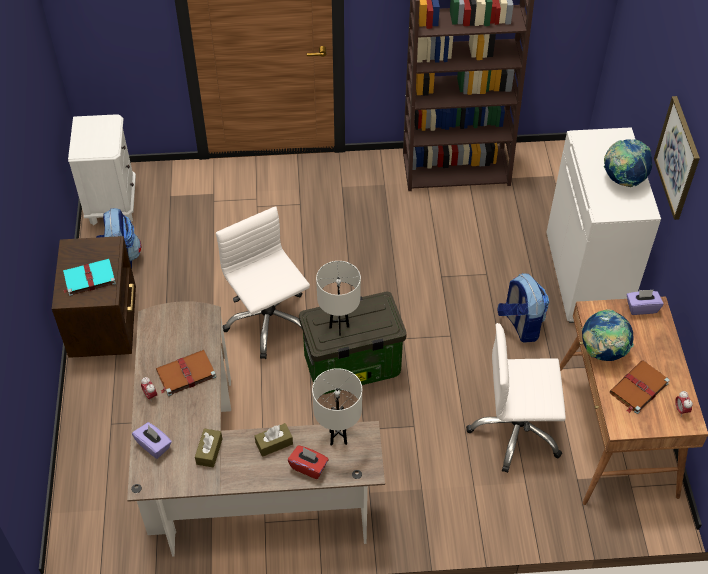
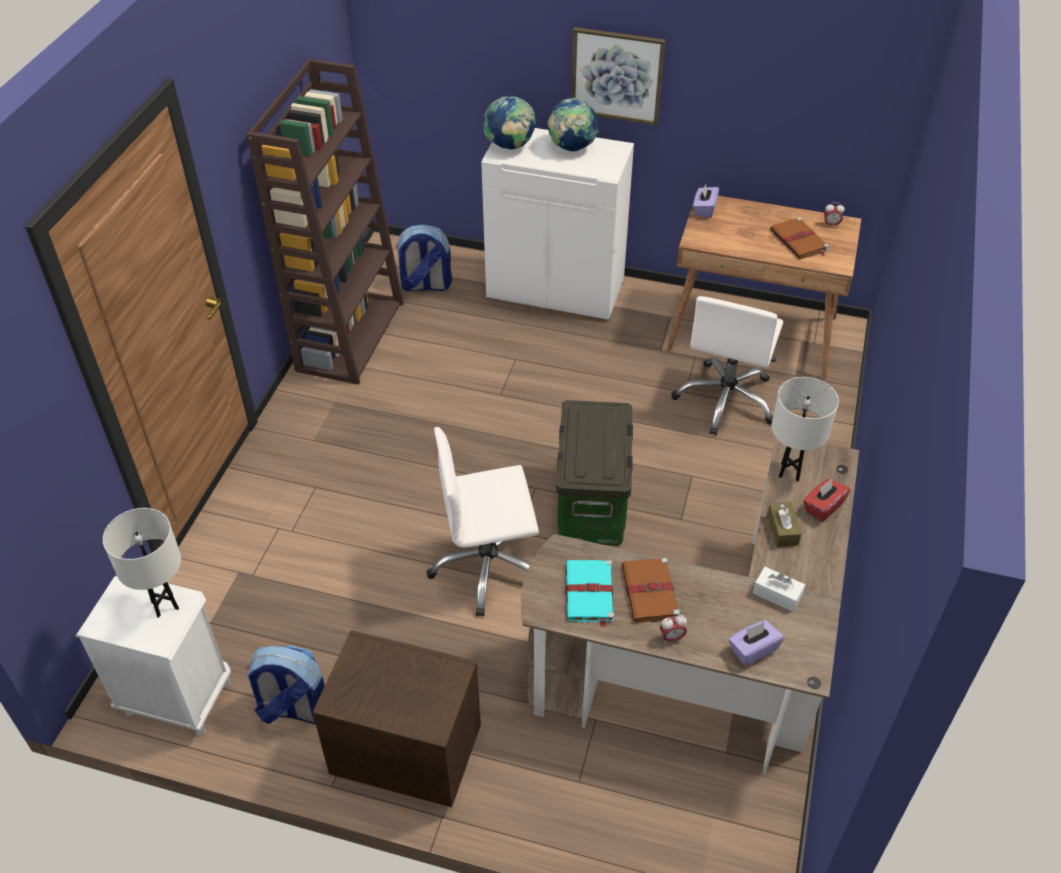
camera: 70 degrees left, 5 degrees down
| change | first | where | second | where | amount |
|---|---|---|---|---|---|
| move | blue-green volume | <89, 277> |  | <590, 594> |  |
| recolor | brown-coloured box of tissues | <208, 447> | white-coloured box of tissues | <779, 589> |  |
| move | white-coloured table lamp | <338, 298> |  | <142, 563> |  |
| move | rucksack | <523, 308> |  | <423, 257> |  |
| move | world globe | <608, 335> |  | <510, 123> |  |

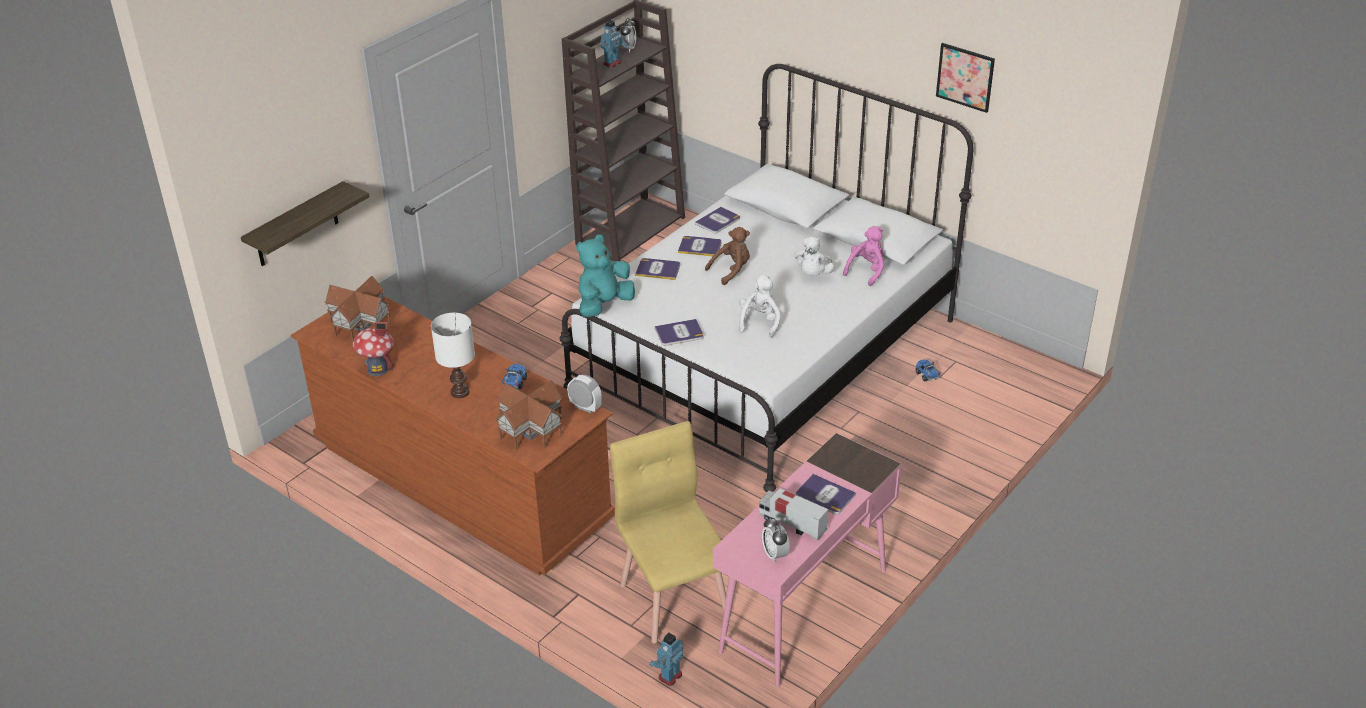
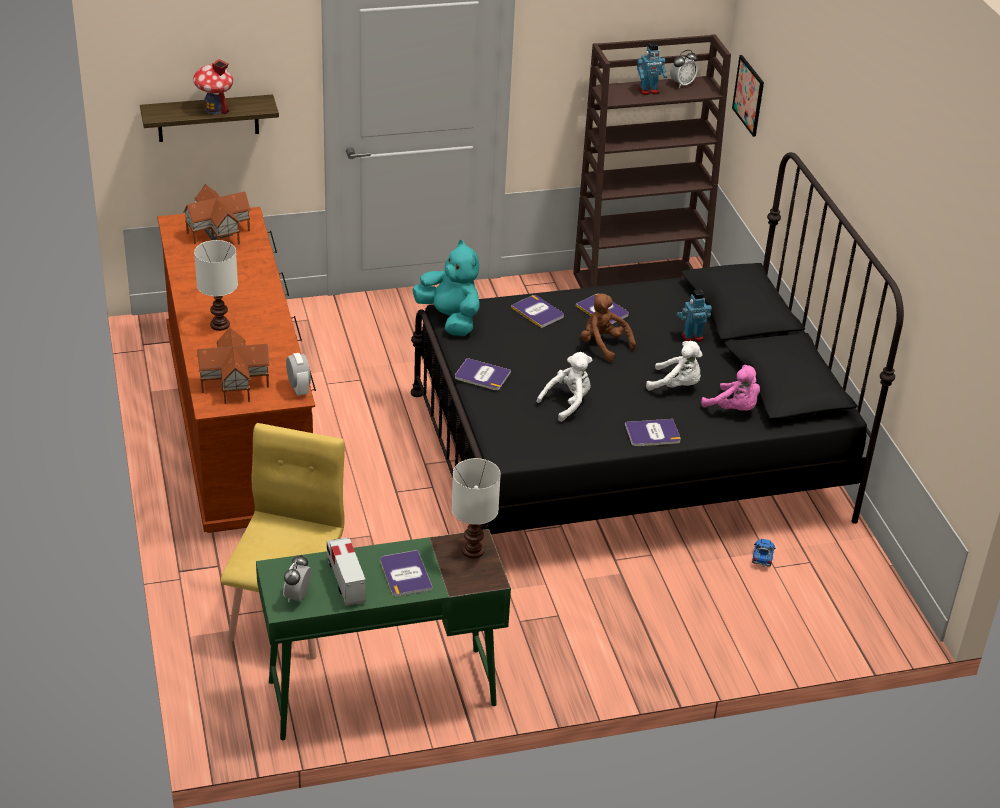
camera: 35 degrees right, 0 degrees up
| change | first | where | second | where | amount |
|---|---|---|---|---|---|
| move | model house | <373, 349> |  | <213, 86> |  |
| delete | toy truck | <514, 376> |  |  |  |
| recolor | white-coloured sleeping bed | <766, 278> | blackish sleeping bed | <657, 343> |  |
| rotate | blue-green plush toy | <605, 276> |  | <446, 288> | 60 degrees clockwise |
| move | model robot | <666, 659> |  | <694, 316> |  |
| move | volume | <717, 220> |  | <653, 432> |  |
| rotate | brown-coloured plush toy | <727, 256> |  | <608, 327> | 135 degrees counterclockwise |
| recolor | pink-coloured desk table | <807, 560> | green desk table | <383, 634> |  |
| rotate | white-coloured plush toy | <814, 256> |  | <674, 366> | 120 degrees counterclockwise |
| rotate | pink-coloured plush toy | <863, 256> |  | <730, 388> | 60 degrees clockwise |
| move | wall picture | <965, 78> |  | <748, 96> |  |
| insert |  |  | white-coloured table lamp | <476, 508> |  |

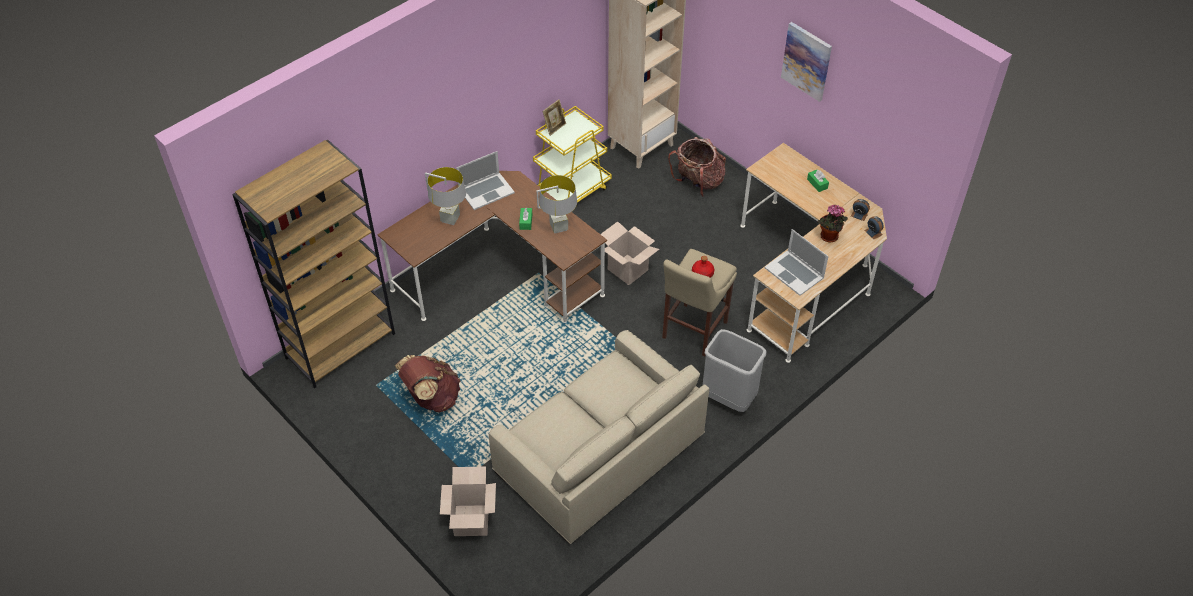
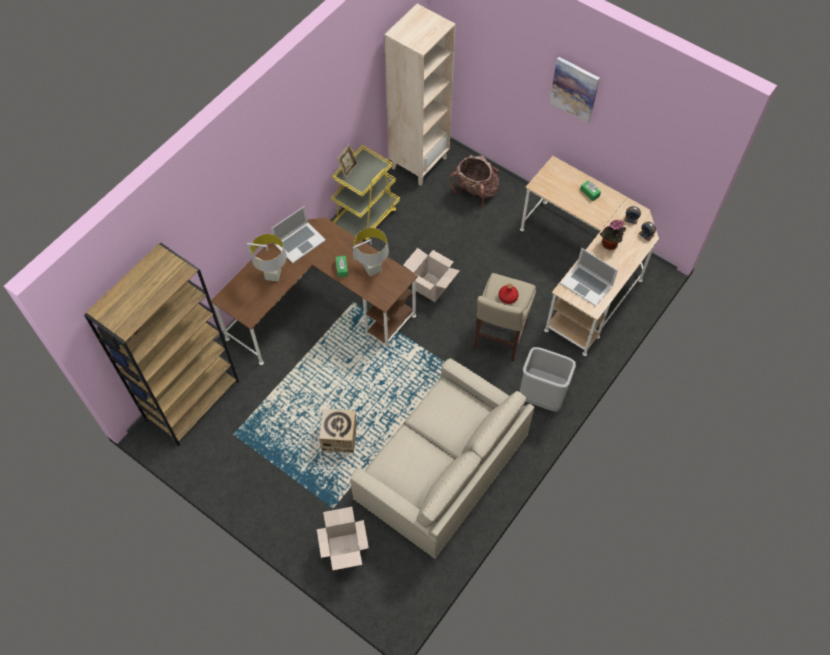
camera: 10 degrees left, 10 degrees up
| change | first | where | second | where | amount |
|---|---|---|---|---|---|
| delete | brown-coloured rucksack | <427, 383> |  |  |  |
| insert |  |  | cardboard box | <338, 431> |  |

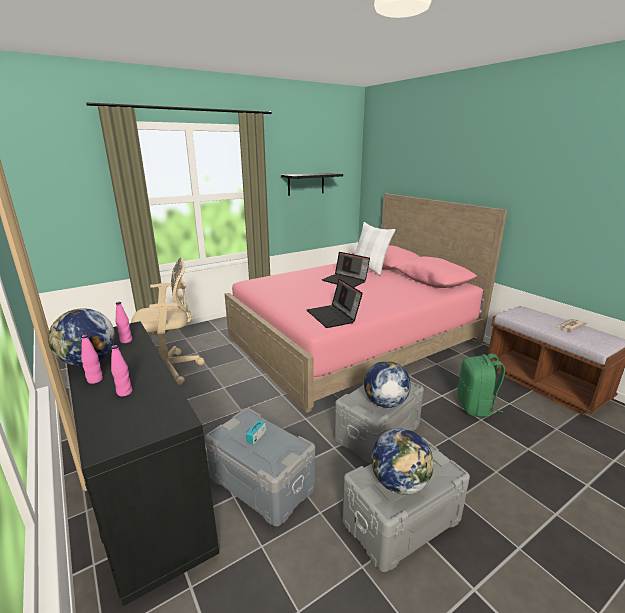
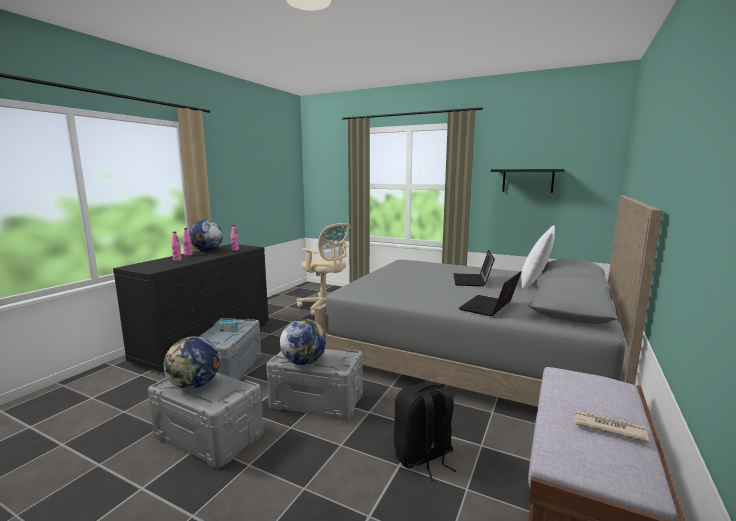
camera: 60 degrees right, 10 degrees down
| change | first | where | second | where | amount |
|---|---|---|---|---|---|
| recolor | pink-coloured sleeping bed | <366, 303> | gray sleeping bed | <488, 301> |  |
| move | notebook computer | <335, 303> |  | <490, 293> |  |
| recolor | green rucksack | <481, 385> | blackish rucksack | <425, 431> |  |

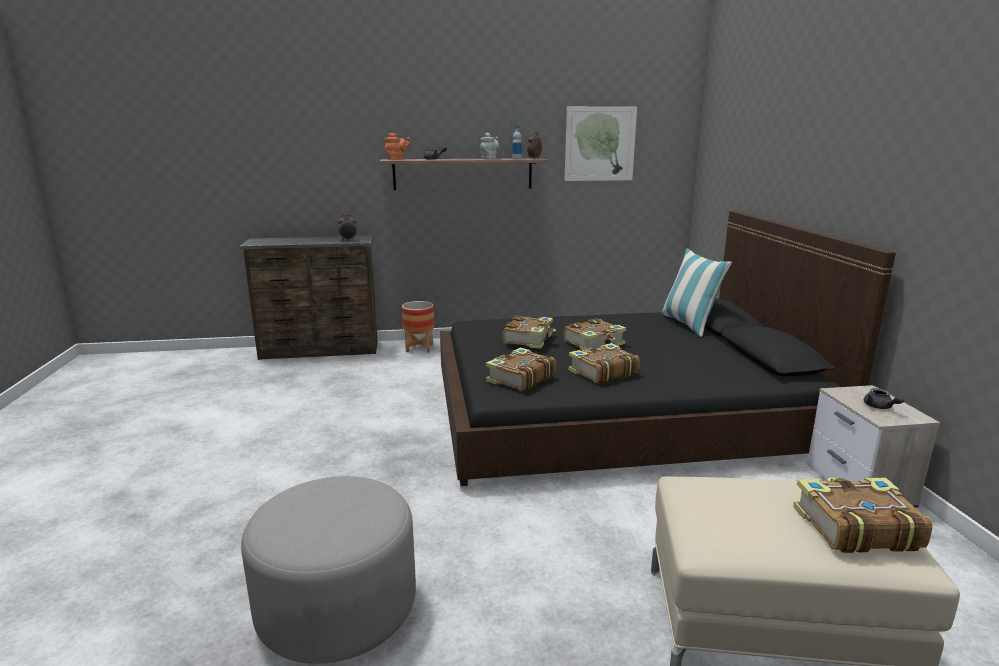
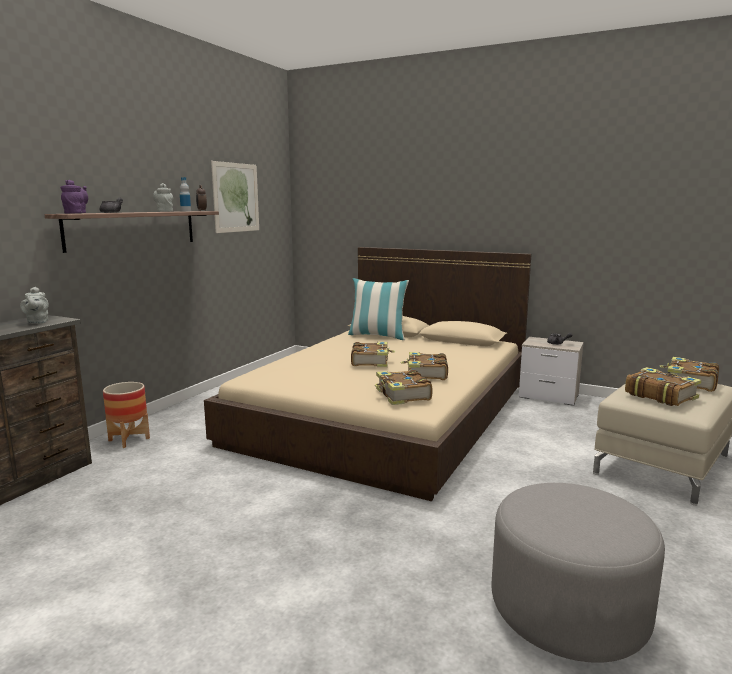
camera: 55 degrees left, 5 degrees down
| change | first | where | second | where | amount |
|---|---|---|---|---|---|
| replace | table clock | <347, 227> | gray tea pot | <34, 305> |  |
| recolor | orange-coloured tea pot | <398, 146> | purplish tea pot | <74, 197> |  |
| recolor | blackish sleeping bed | <668, 348> | beige-coloured sleeping bed | <367, 374> |  |
| move | volume | <529, 332> |  | <663, 386> |  |

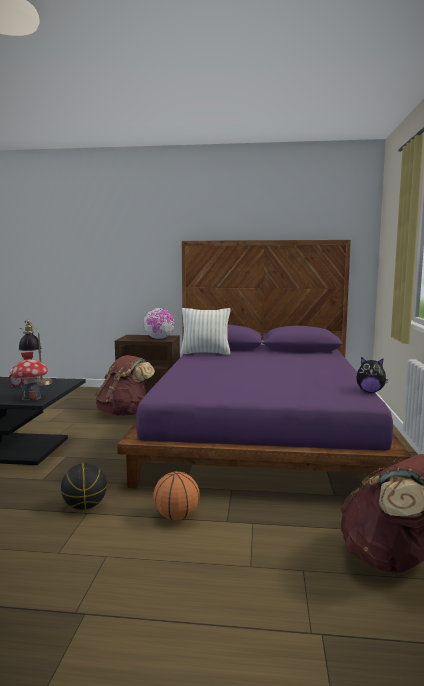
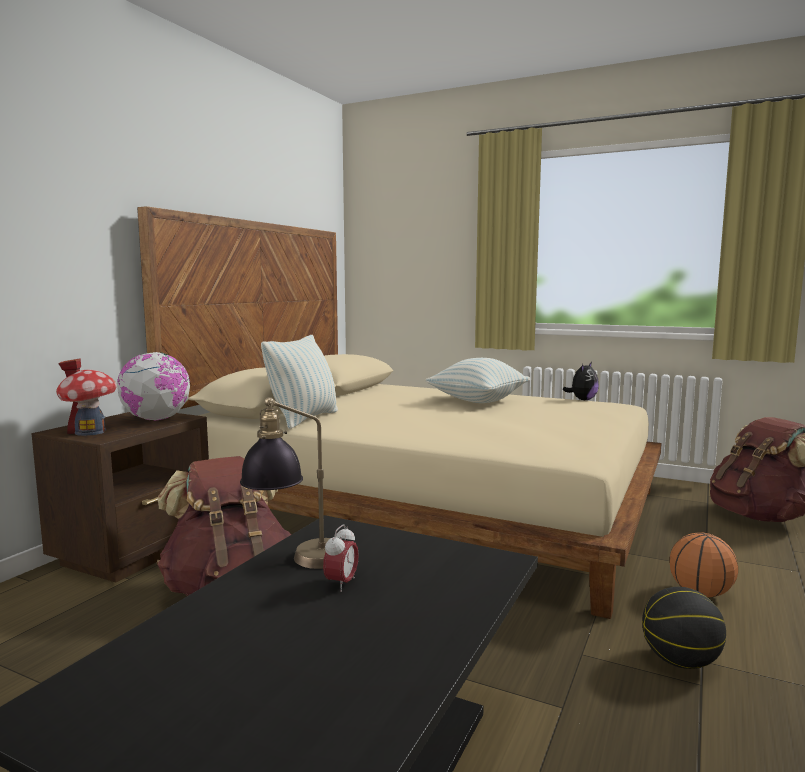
camera: 70 degrees left, 0 degrees up
| change | first | where | second | where | amount |
|---|---|---|---|---|---|
| move | model house | <29, 376> |  | <86, 397> |  |
| recolor | purplish sleeping bed | <264, 364> | beige-coloured sleeping bed | <399, 412> |  |
| insert |  |  | throw pillow | <477, 380> |  |

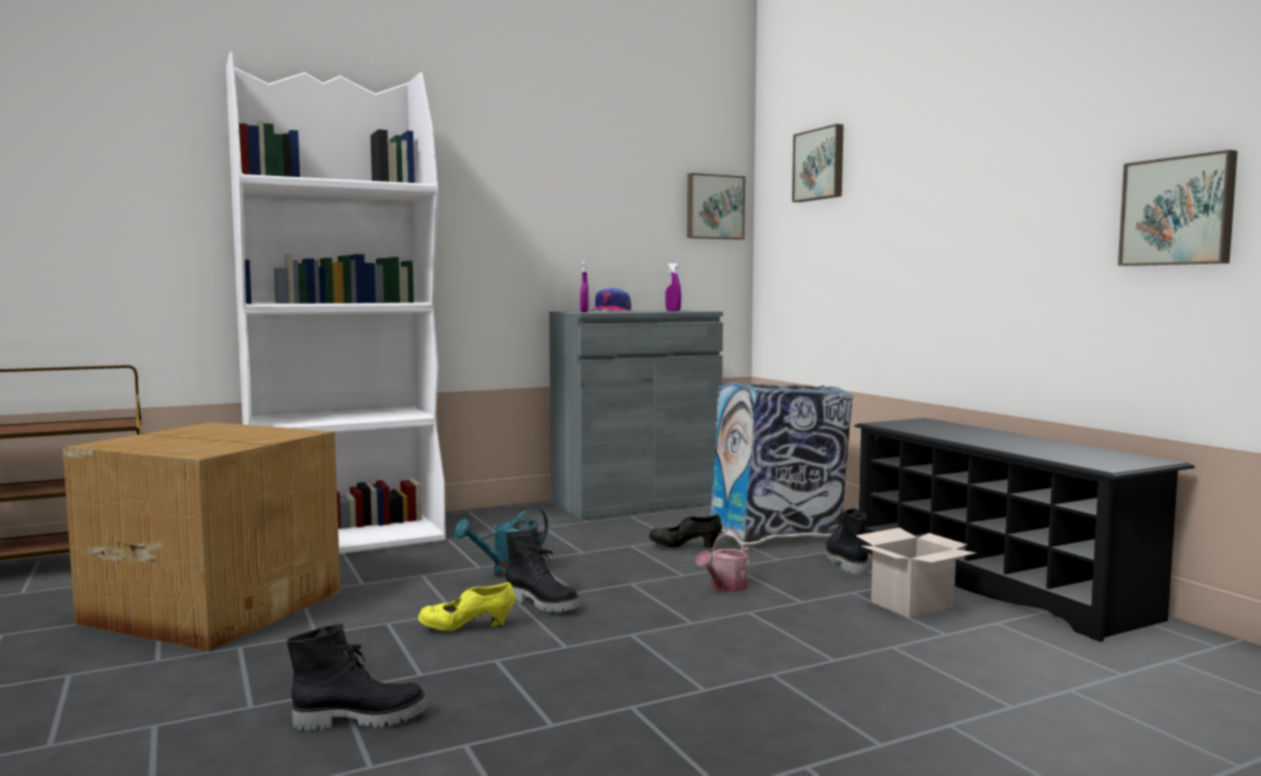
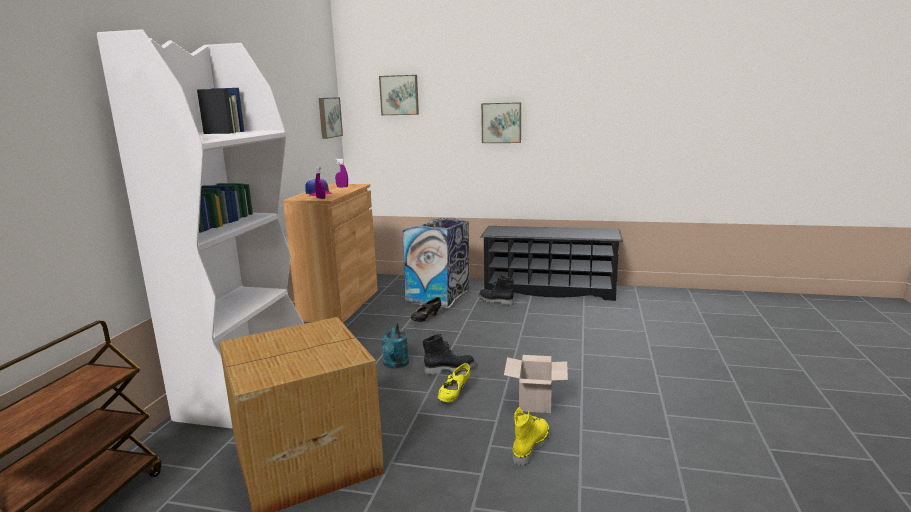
camera: 50 degrees left, 10 degrees up
| change | first | where | second | where | amount |
|---|---|---|---|---|---|
| recolor | blackish boot | <357, 677> | yellowish boot | <531, 437> |  |
| recolor | gray cupboard | <636, 414> | brown-coloured cupboard | <330, 253> |  |
| delete | sprinkling can | <723, 562> |  |  |  |
| move | cardboard box | <916, 573> |  | <536, 384> |  |
| move | wall picture | <1177, 208> |  | <501, 122> |  |

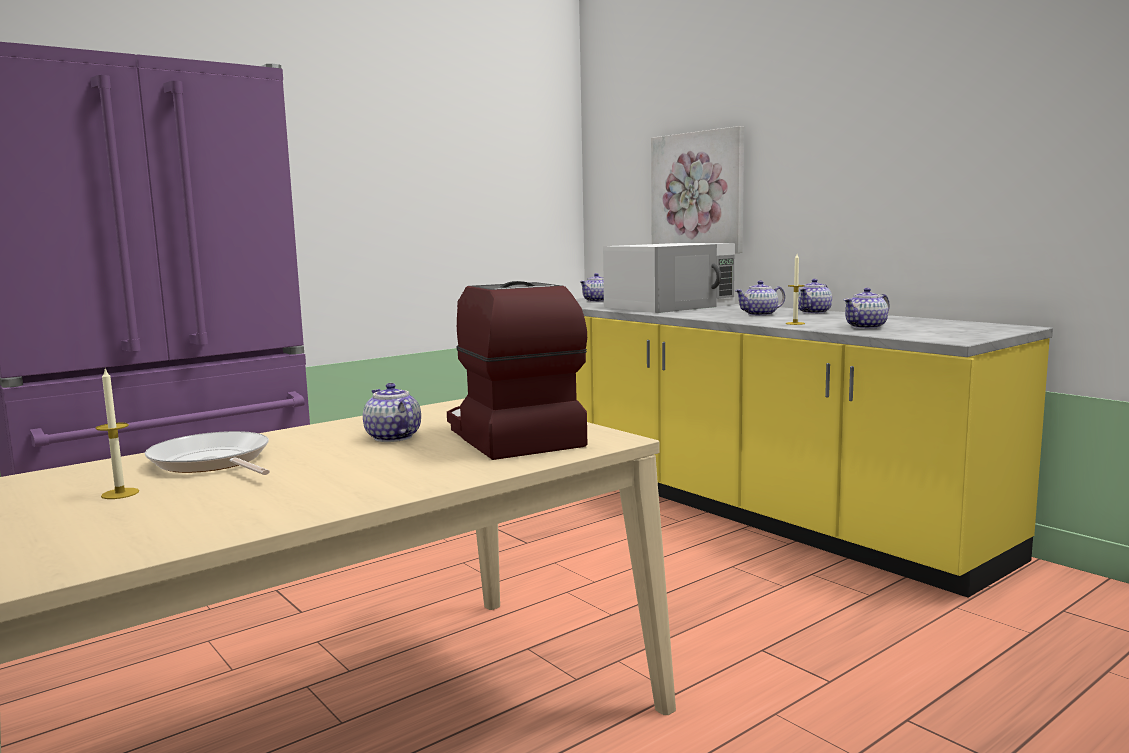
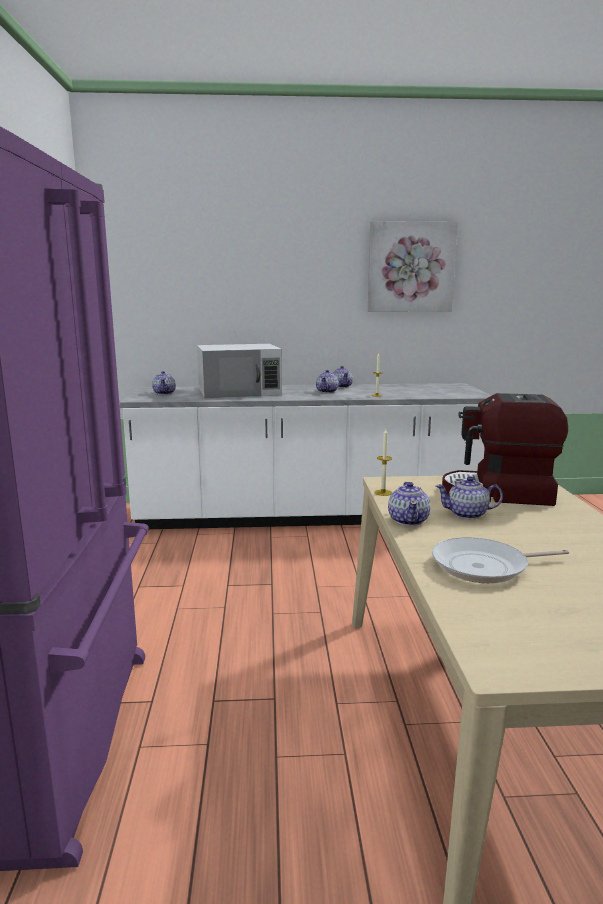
camera: 55 degrees left, 5 degrees up
| change | first | where | second | where | amount |
|---|---|---|---|---|---|
| move | wax light | <117, 434> |  | <383, 462> |  |
| recolor | yellowish counter | <814, 448> | white-coloured counter | <306, 456> |  |
| rotate | white-coloured microwave oven | <669, 278> |  | <239, 371> | 75 degrees clockwise |
| move | wall picture | <697, 189> |  | <413, 266> |  |
| move | tea pot | <867, 308> |  | <409, 504> |  |

